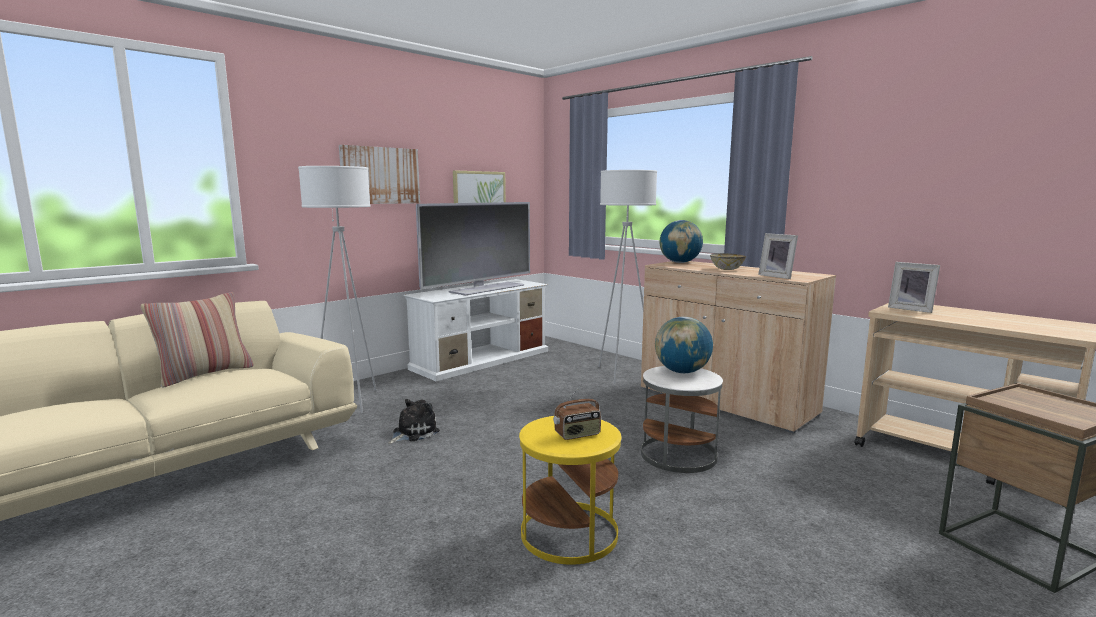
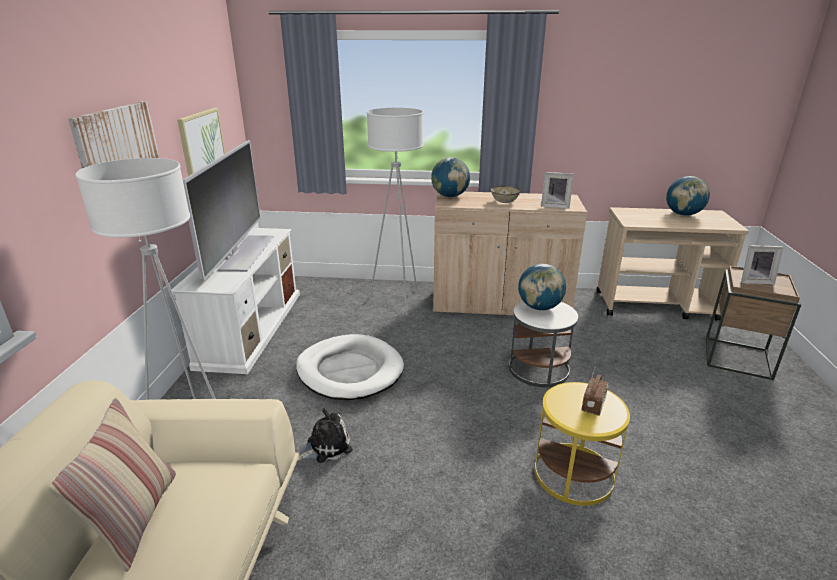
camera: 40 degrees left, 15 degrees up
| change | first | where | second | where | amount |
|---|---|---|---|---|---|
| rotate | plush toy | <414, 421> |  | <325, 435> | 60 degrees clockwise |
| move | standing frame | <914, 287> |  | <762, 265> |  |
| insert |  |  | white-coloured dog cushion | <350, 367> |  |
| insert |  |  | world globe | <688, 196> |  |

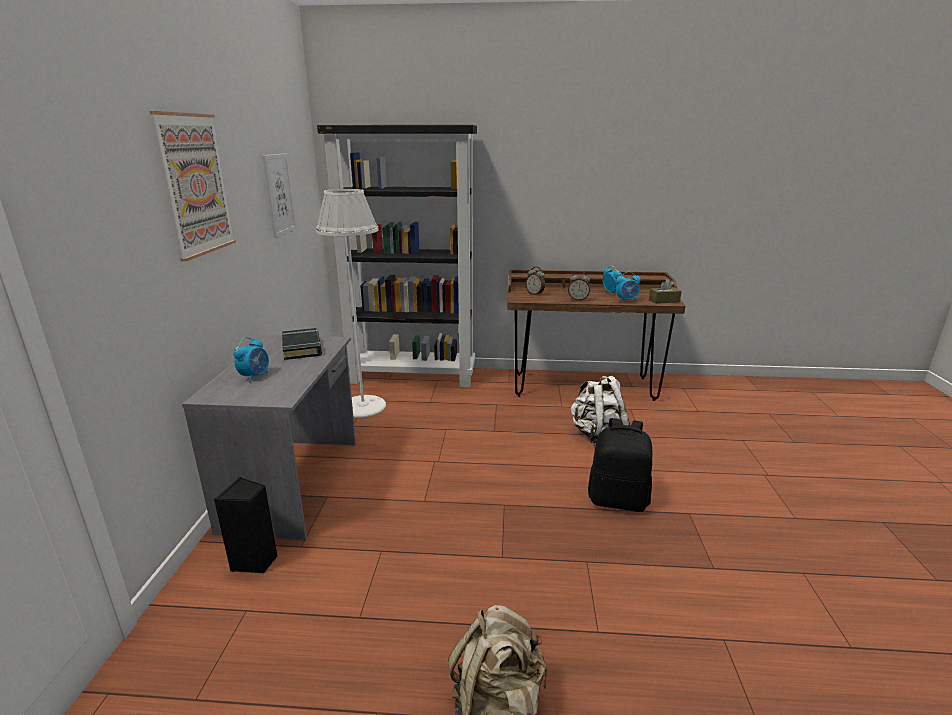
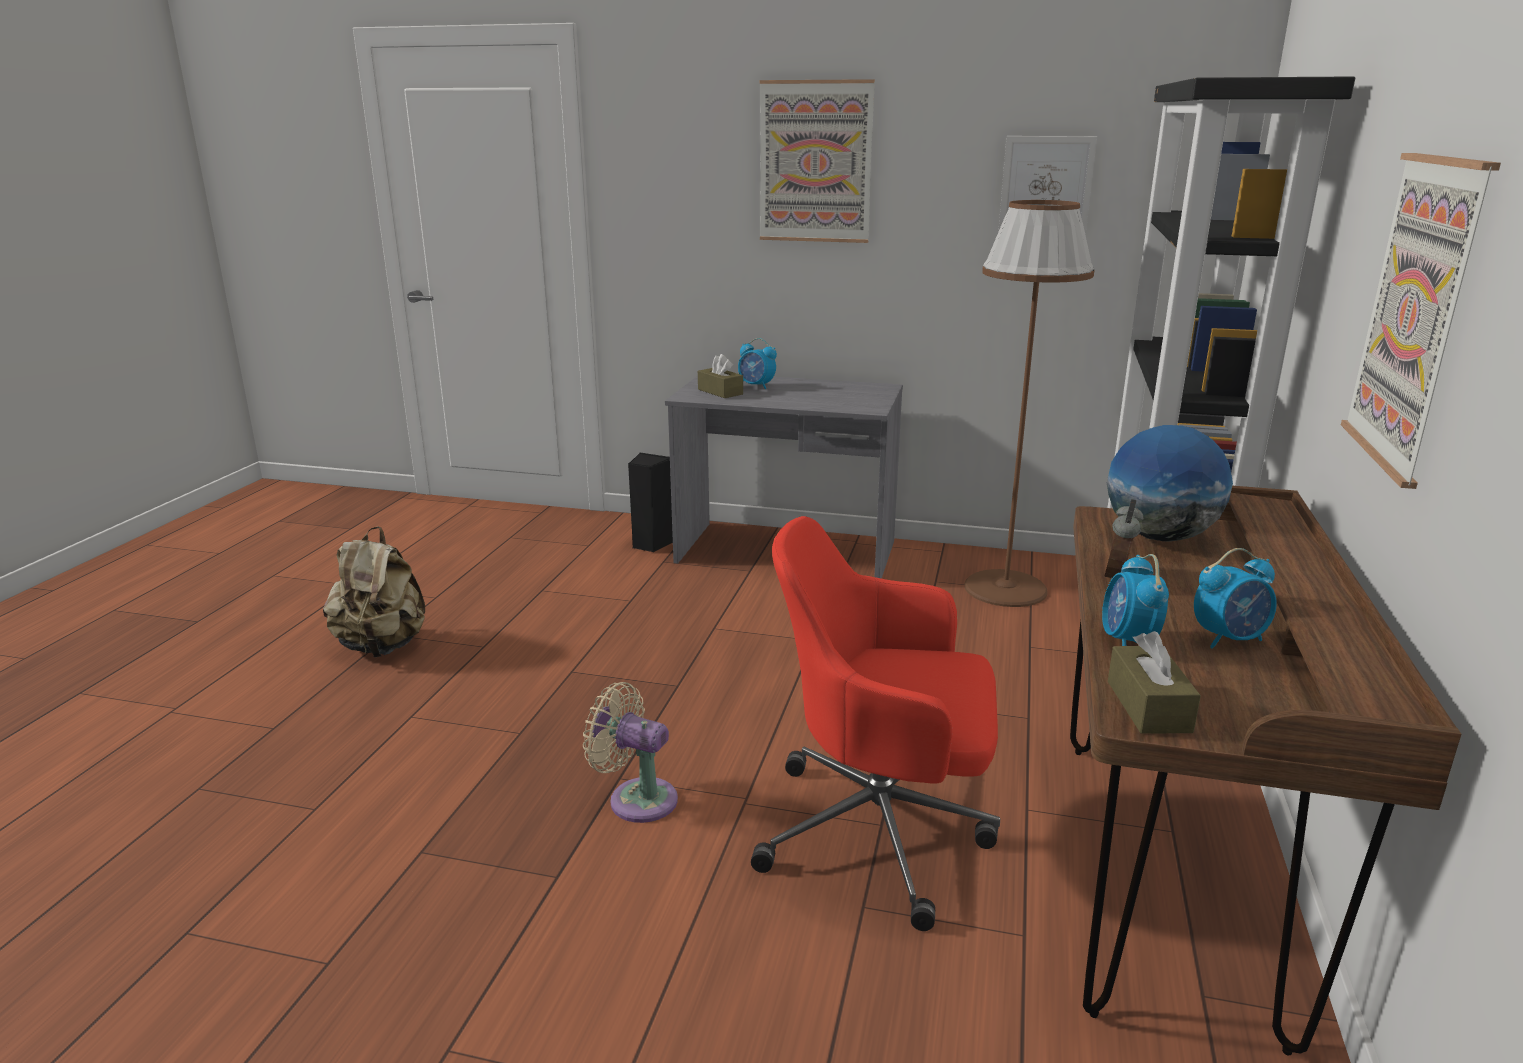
camera: 100 degrees right, 0 degrees up
| change | first | where | second | where | amount |
|---|---|---|---|---|---|
| delete | blackish volume | <302, 344> |  |  |  |
| recolor | white-coloured standing lamp | <351, 303> | brown-coloured standing lamp | <1029, 403> |  |
| replace | table clock | <535, 281> | world globe | <1170, 483> |  |
| replace | white-coloured rucksack | <600, 409> | red desk chair | <875, 723> |  |
| replace | blackish rucksack | <620, 465> | beige-coloured electric fan | <630, 752> |  |
| insert |  |  | brown-coloured box of tissues | <720, 376> |  |
| insert |  |  | wall picture | <1421, 321> |  |

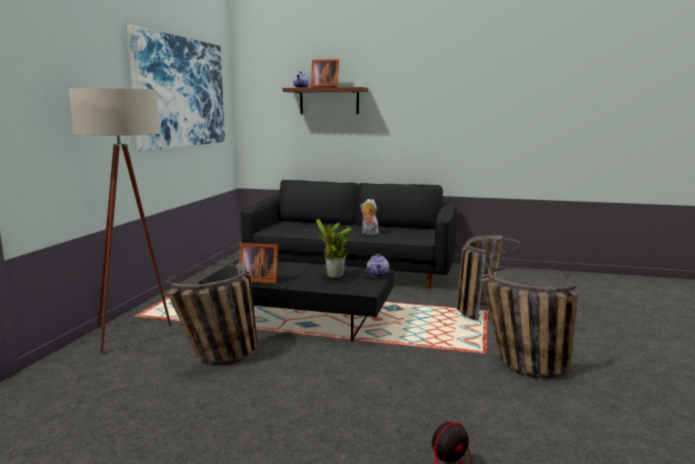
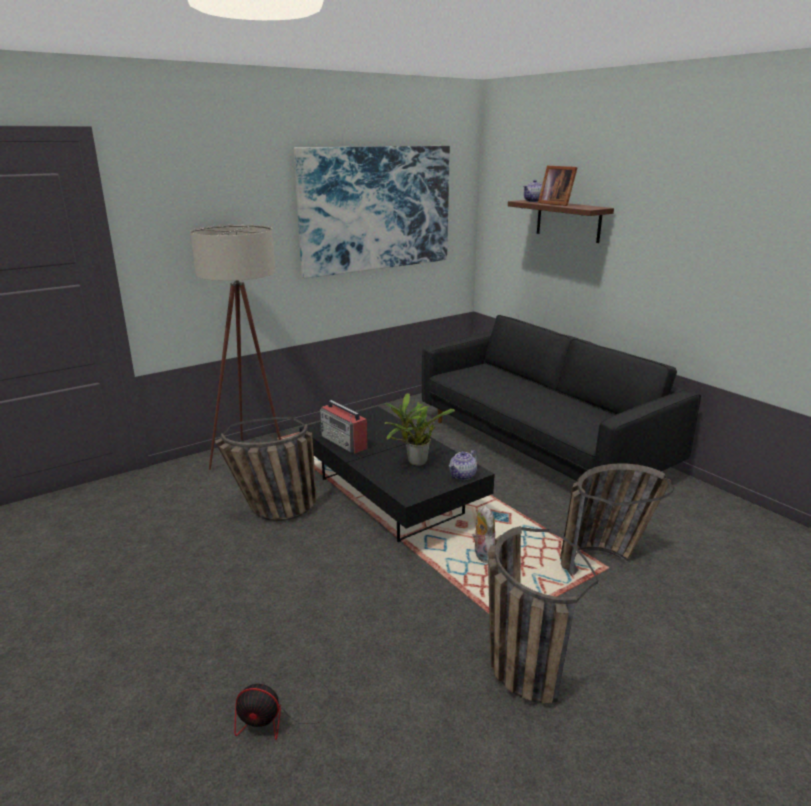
camera: 40 degrees right, 10 degrees up
| change | first | where | second | where | amount |
|---|---|---|---|---|---|
| replace | standing frame | <258, 263> | radio receiver | <344, 427> |  |
| move | plush toy | <369, 217> |  | <483, 534> |  |

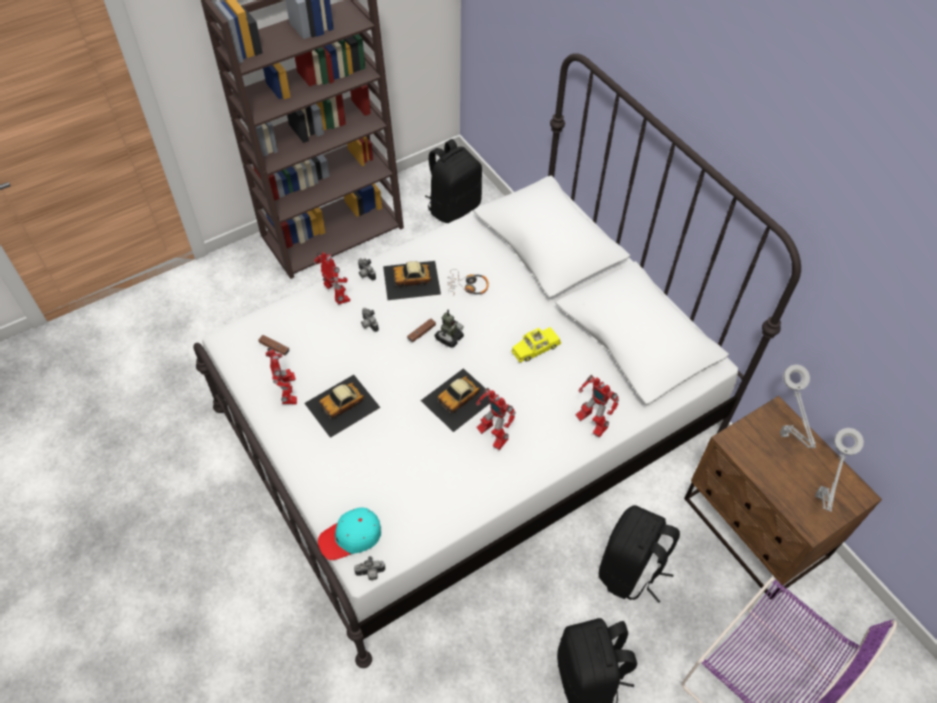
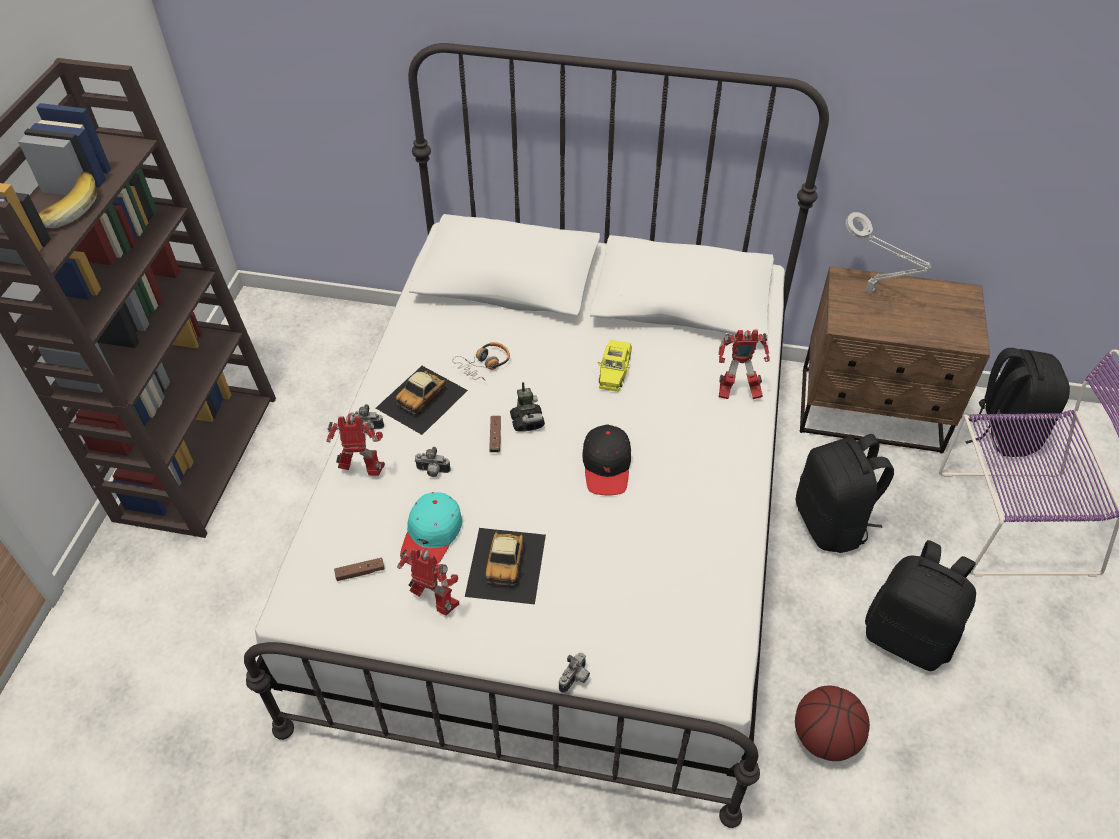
camera: 45 degrees left, 5 degrees down
| change | first | where | second | where | amount |
|---|---|---|---|---|---|
| move | blue-green baseball cap | <349, 533> |  | <431, 528> |  |
| move | photo camera | <369, 568> |  | <574, 673> |  |
| replace | miniature car | <455, 400> | blackish baseball cap | <606, 460> |  |
| move | blackish rucksack | <453, 181> |  | <1015, 402> |  |
| delete | model robot | <496, 418> |  |  |  |
| delete | gray table lamp | <839, 470> |  |  |  |
| insert |  |  | banana | <67, 200> |  |
| insert |  |  | basketball | <832, 723> |  |

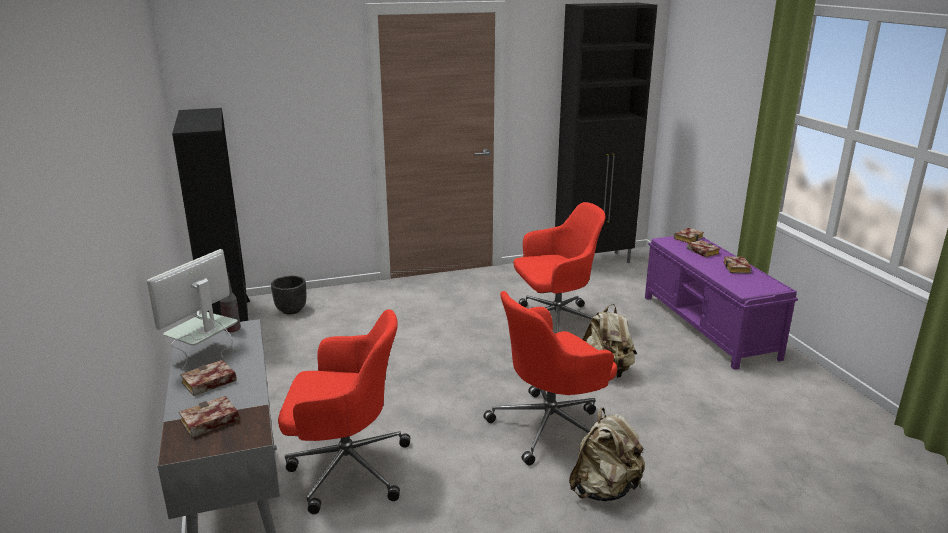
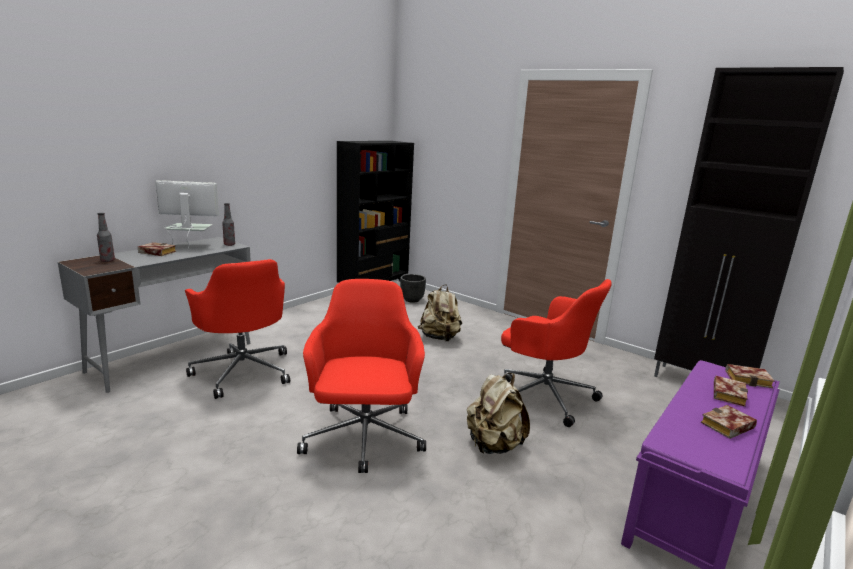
camera: 55 degrees right, 5 degrees down
| change | first | where | second | where | amount |
|---|---|---|---|---|---|
| replace | volume | <209, 416> | drink bottle | <106, 237> |  |
| rotate | red desk chair | <550, 378> |  | <361, 376> | 60 degrees clockwise |
| move | beige-coloured rucksack | <607, 454> |  | <440, 312> |  |

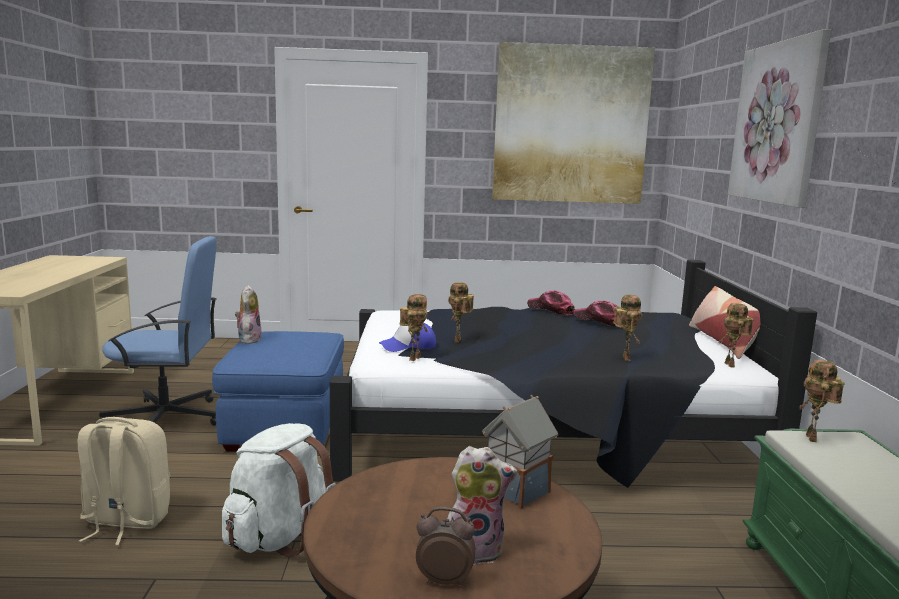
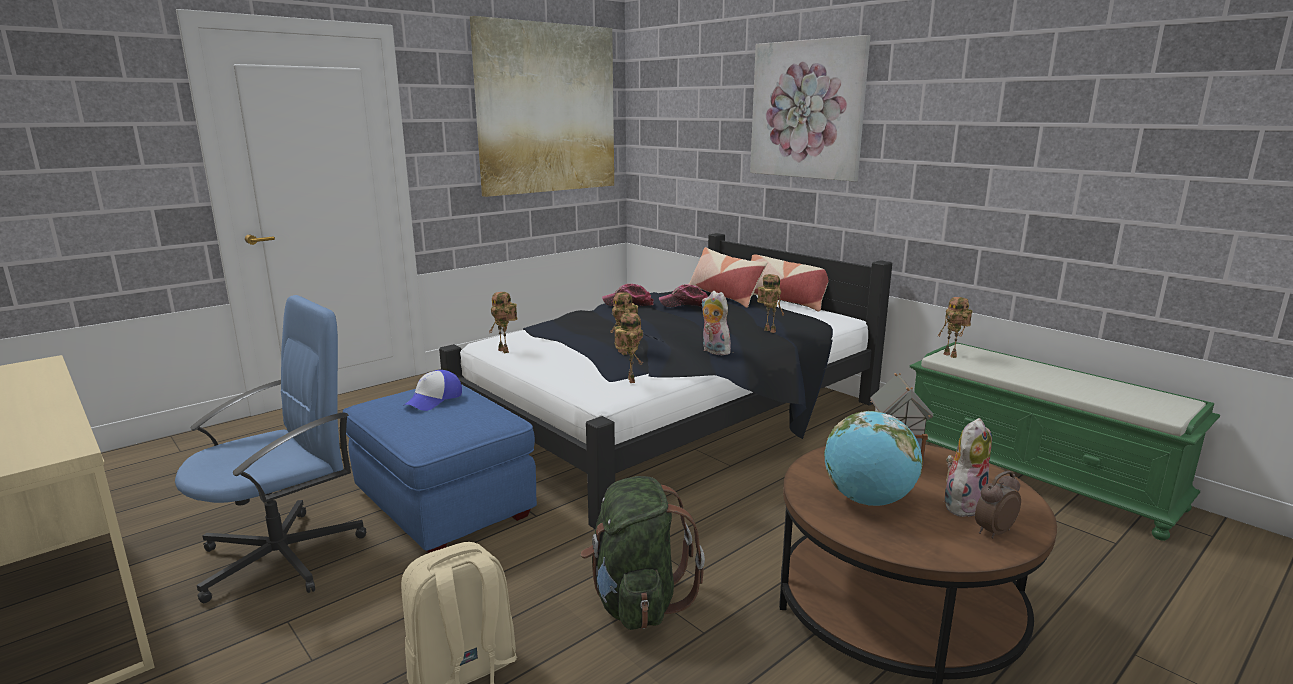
camera: 40 degrees left, 5 degrees up
| change | first | where | second | where | amount |
|---|---|---|---|---|---|
| recolor | white-coloured rucksack | <279, 490> | green rucksack | <643, 553> |  |
| move | plush toy | <248, 314> |  | <716, 323> |  |
| move | baseball cap | <407, 337> |  | <432, 390> |  |
| move | model robot | <736, 335> |  | <503, 322> |  |
| insert |  |  | throw pillow | <727, 277> |  |
| insert |  |  | world globe | <873, 458> |  |

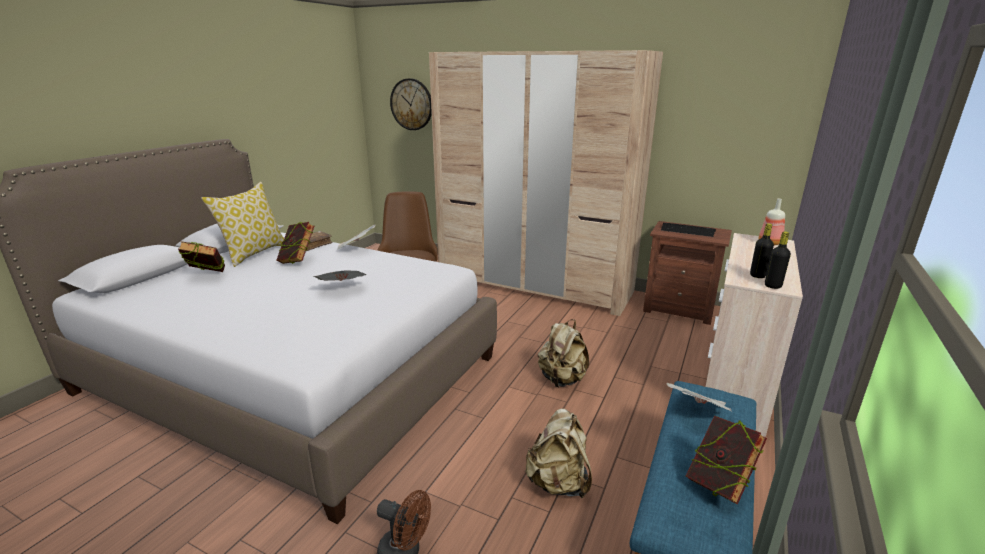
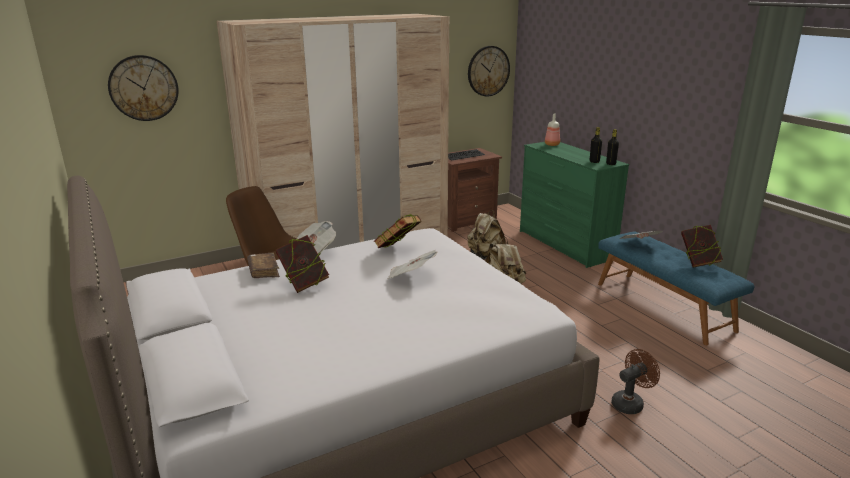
camera: 55 degrees left, 0 degrees up
| change | first | where | second | where | amount |
|---|---|---|---|---|---|
| move | volume | <201, 256> |  | <397, 231> |  |
| delete | throw pillow | <242, 224> |  |  |  |
| move | beige-coloured rucksack | <558, 453> |  | <486, 234> |  |
| recolor | beige-coloured dresser | <754, 335> | green dresser | <574, 205> |  |
| insert |  |  | hanging clock | <489, 71> |  |

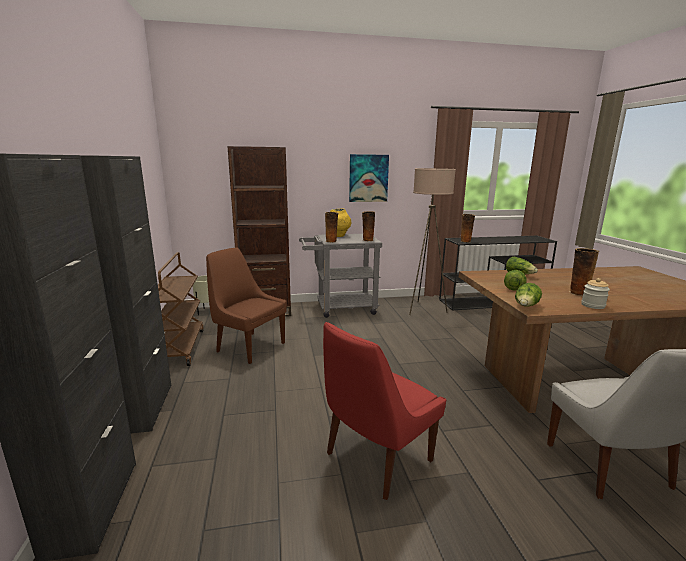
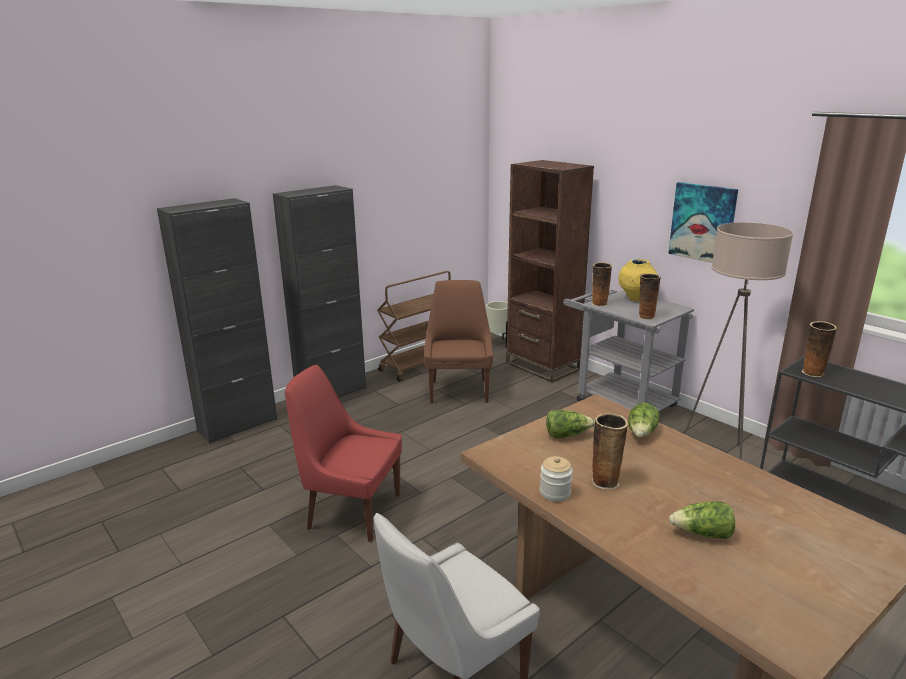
camera: 60 degrees right, 5 degrees up
| change | first | where | second | where | amount |
|---|---|---|---|---|---|
| move | lettuce head | <528, 295> |  | <702, 520> |  |

